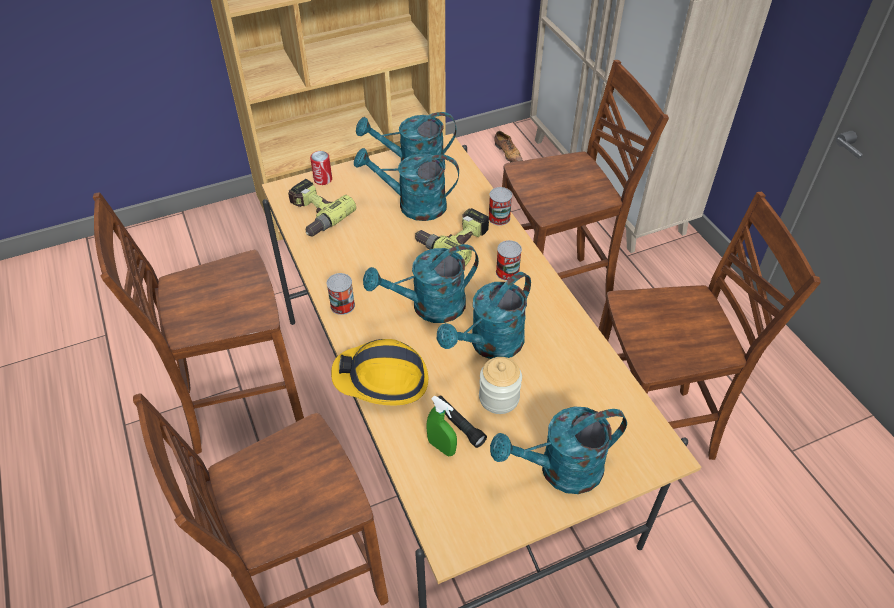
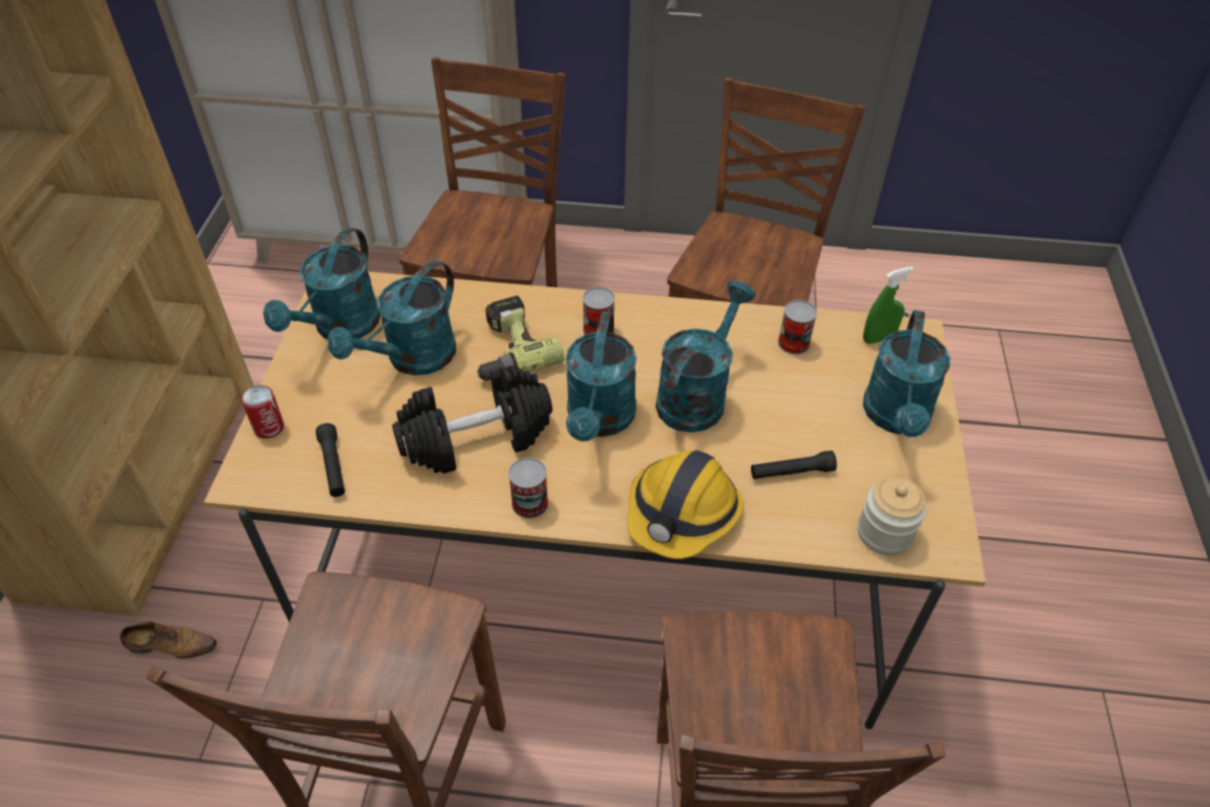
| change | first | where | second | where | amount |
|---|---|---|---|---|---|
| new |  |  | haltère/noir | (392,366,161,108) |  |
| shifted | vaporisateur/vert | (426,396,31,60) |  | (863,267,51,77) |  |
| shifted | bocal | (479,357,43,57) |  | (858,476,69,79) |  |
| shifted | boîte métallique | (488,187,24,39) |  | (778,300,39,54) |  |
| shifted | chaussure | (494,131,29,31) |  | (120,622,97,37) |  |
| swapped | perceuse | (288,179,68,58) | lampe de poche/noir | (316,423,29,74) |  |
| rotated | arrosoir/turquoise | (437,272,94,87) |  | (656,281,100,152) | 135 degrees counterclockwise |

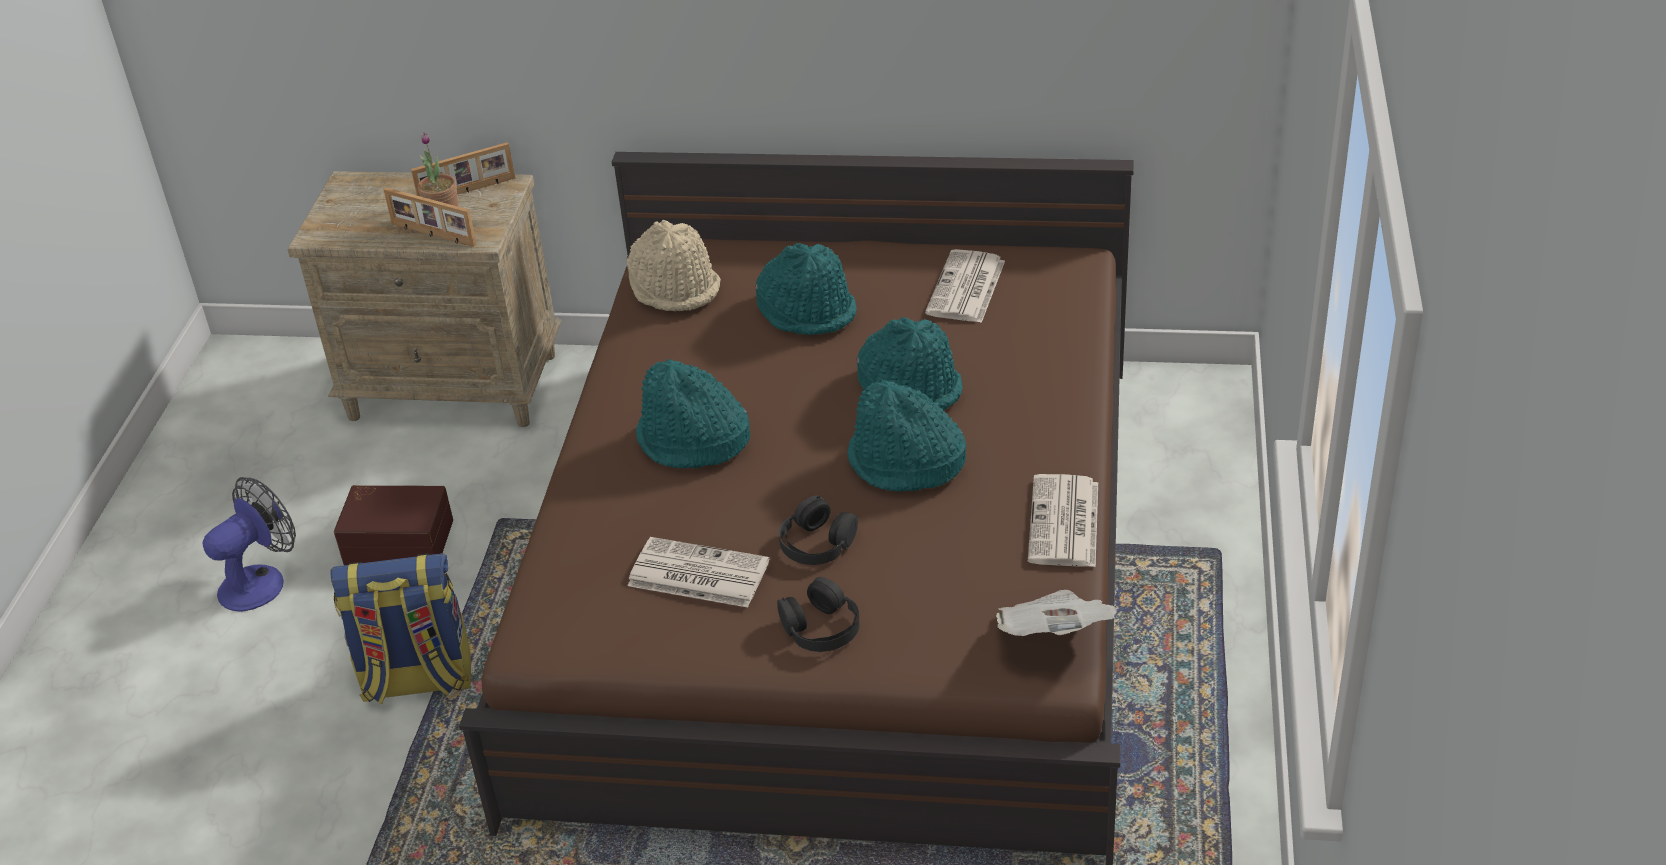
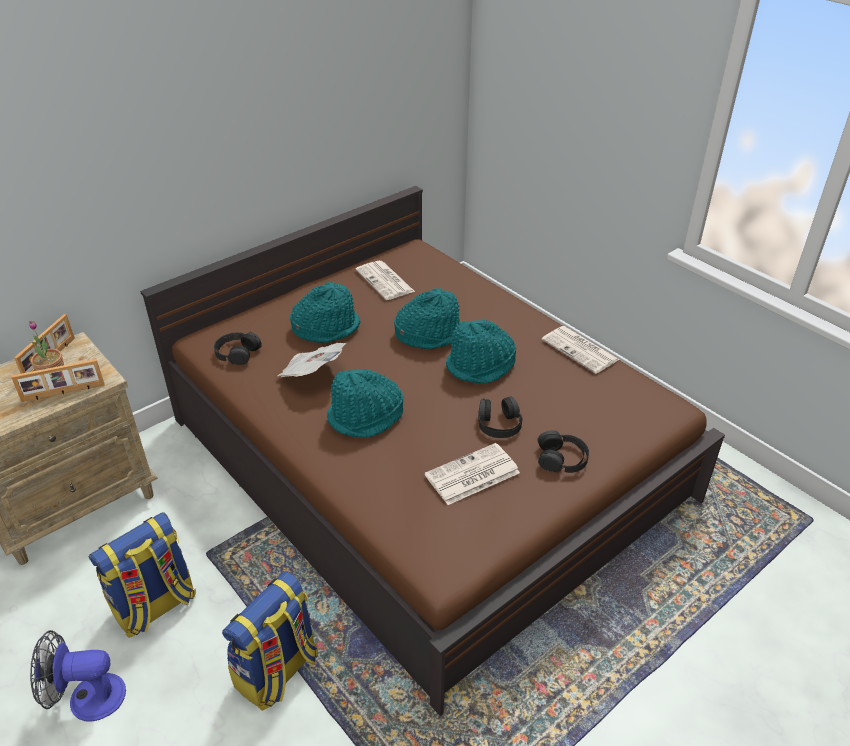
| change | first | where | second | where | amount |
|---|---|---|---|---|---|
| shifted | journal | (996,590,122,46) |  | (278,343,68,34) |  |
| swapped | boîte de rangement/marron | (334,485,119,80) | sac à dos | (88,512,108,126) |  |
| swapped | chapeau/beige | (626,220,95,91) | casque audio/noir | (214,332,48,33) |  |
| rotated | ventilateur | (202,477,94,135) |  | (30,630,96,92) | 90 degrees counterclockwise |

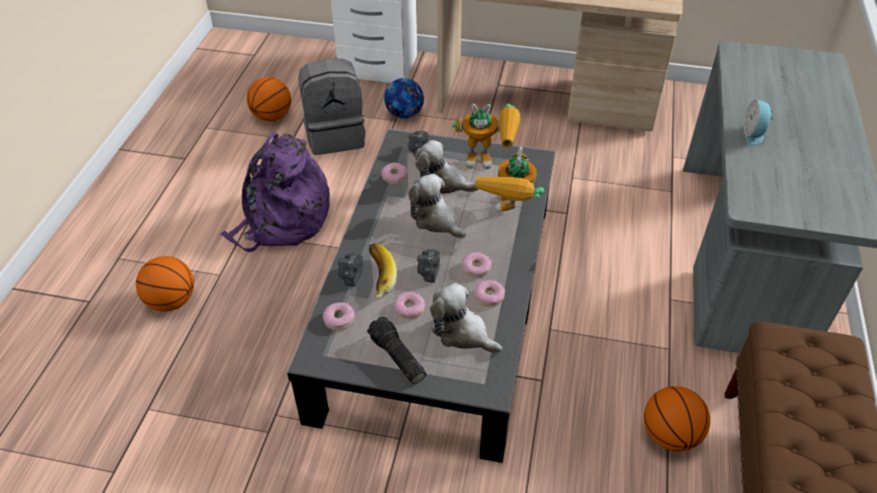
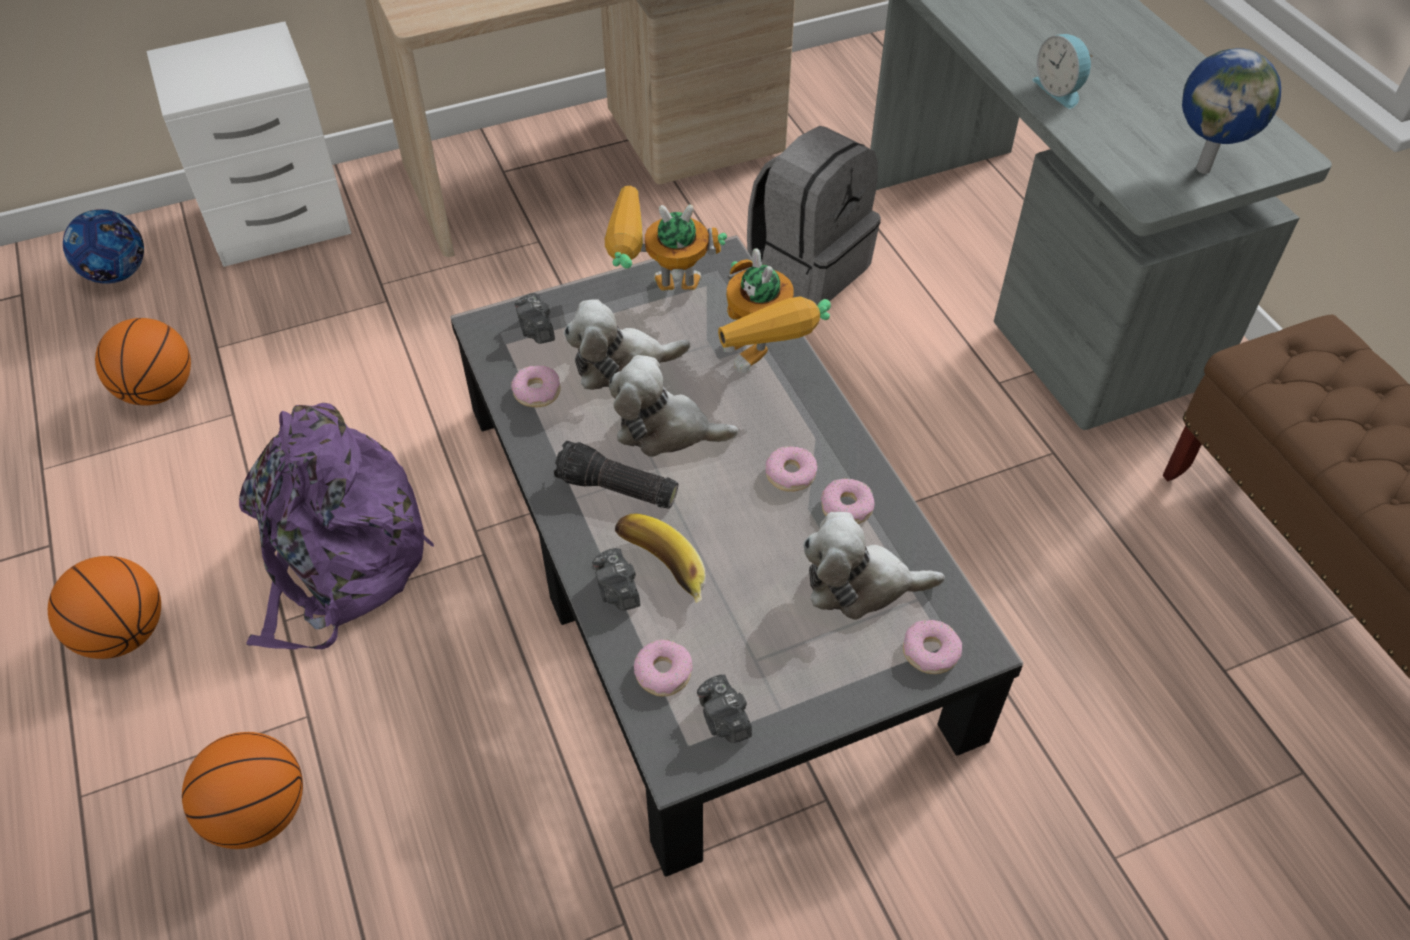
| change | first | where | second | where | amount |
|---|---|---|---|---|---|
| new |  |  | globe | (1182,48,99,126) |  |
| shifted | sac à dos/gris | (298,59,67,96) |  | (747,126,134,179) |  |
| shifted | lampe de poche | (367,317,59,67) |  | (554,441,124,68) |  |
| shifted | ballon de foot | (384,78,40,40) |  | (63,209,81,75) |  |
| shifted | beignet | (394,291,31,28) |  | (903,620,59,54) |  |
| shifted | appareil photo | (417,249,23,34) |  | (697,675,55,68) |  |
| shifted | ballon de basket | (644,386,66,65) |  | (48,556,113,103) |  |
| rotated | robot jouet | (452,104,69,65) |  | (605,186,122,105) | 150 degrees counterclockwise |

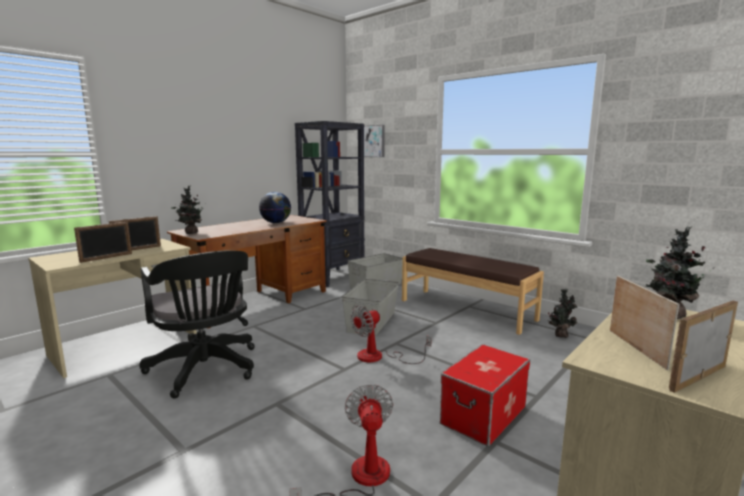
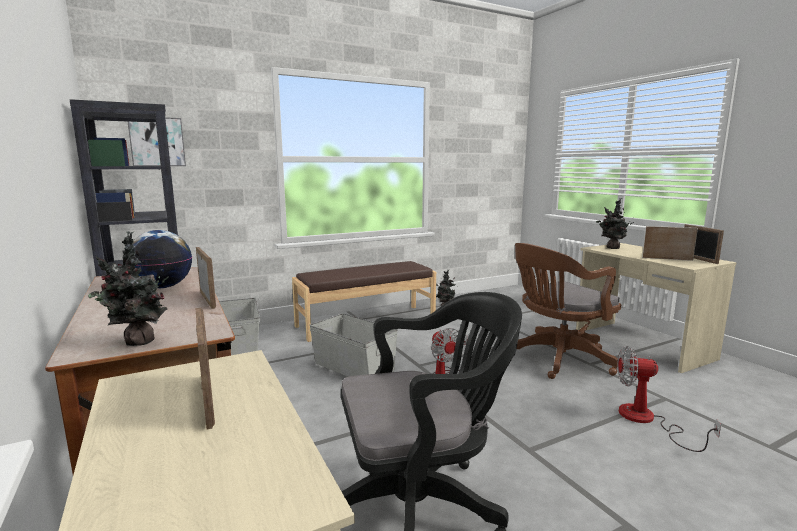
| change | first | where | second | where | amount |
|---|---|---|---|---|---|
| shifted | cadre photo | (74,222,58,41) |  | (196,247,20,62) |  |
| swapped | boîte de rangement | (440,344,90,103) | chaise de bureau/marron | (515,243,106,136) |  |

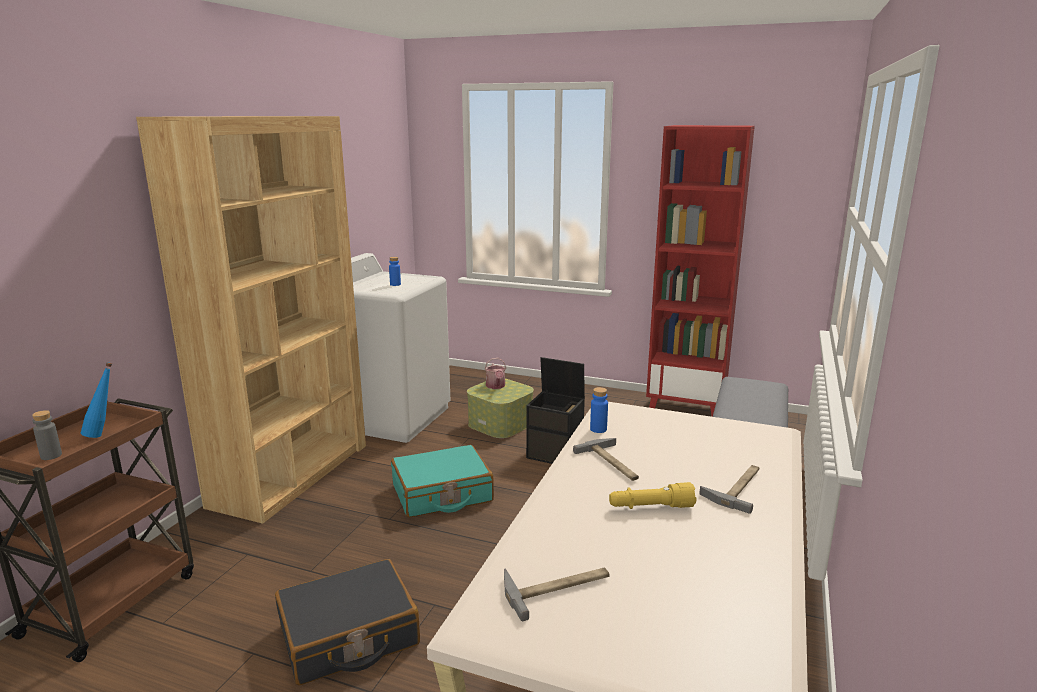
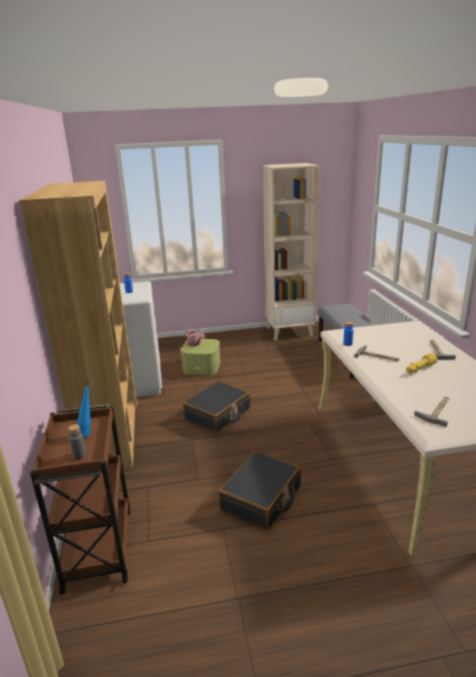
| change | first | where | second | where | amount |
|---|---|---|---|---|---|
| gone | boîte de rangement/noir | (526,357,59,107) |  |  |  |
| repainted | valise/turquoise | (391,445,103,73) | valise/noir | (183,381,67,51) |  |
| repainted | bibliothèque/rouge | (646,125,109,292) | bibliothèque/beige | (263,163,57,177) |  |

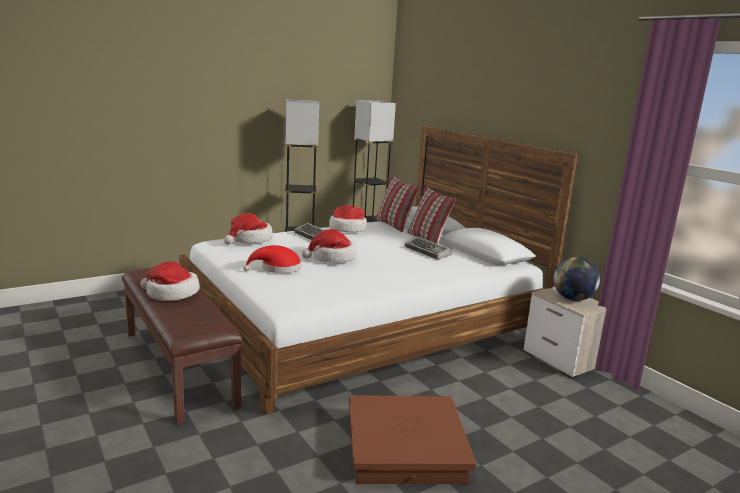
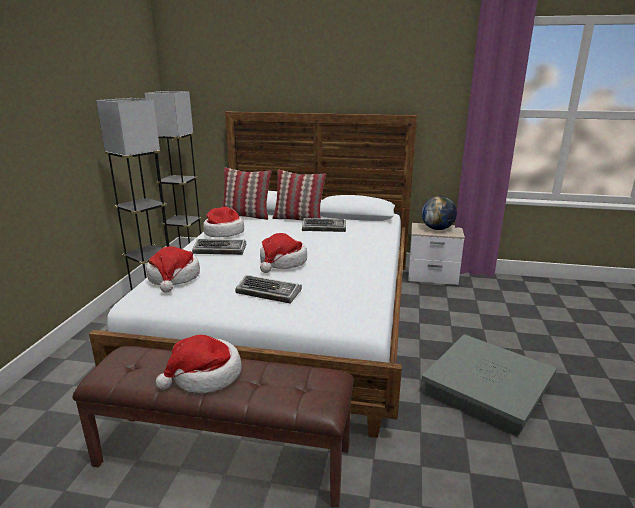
| change | first | where | second | where | amount |
|---|---|---|---|---|---|
| swapped | chapeau/rouge | (243,245,58,28) | clavier | (235,275,67,28) |  |
| repainted | boîte de rangement/marron | (349,395,127,89) | boîte de rangement/gris | (422,334,135,103) |  |

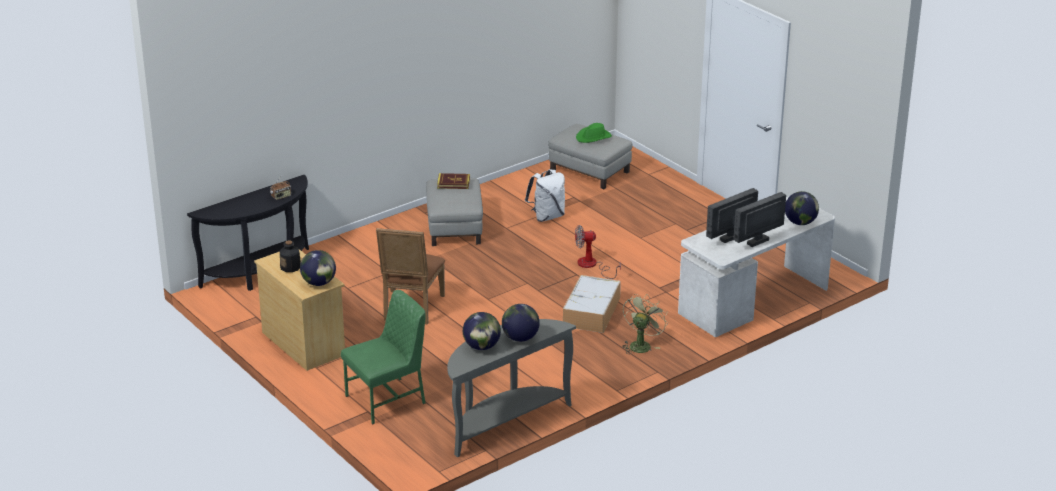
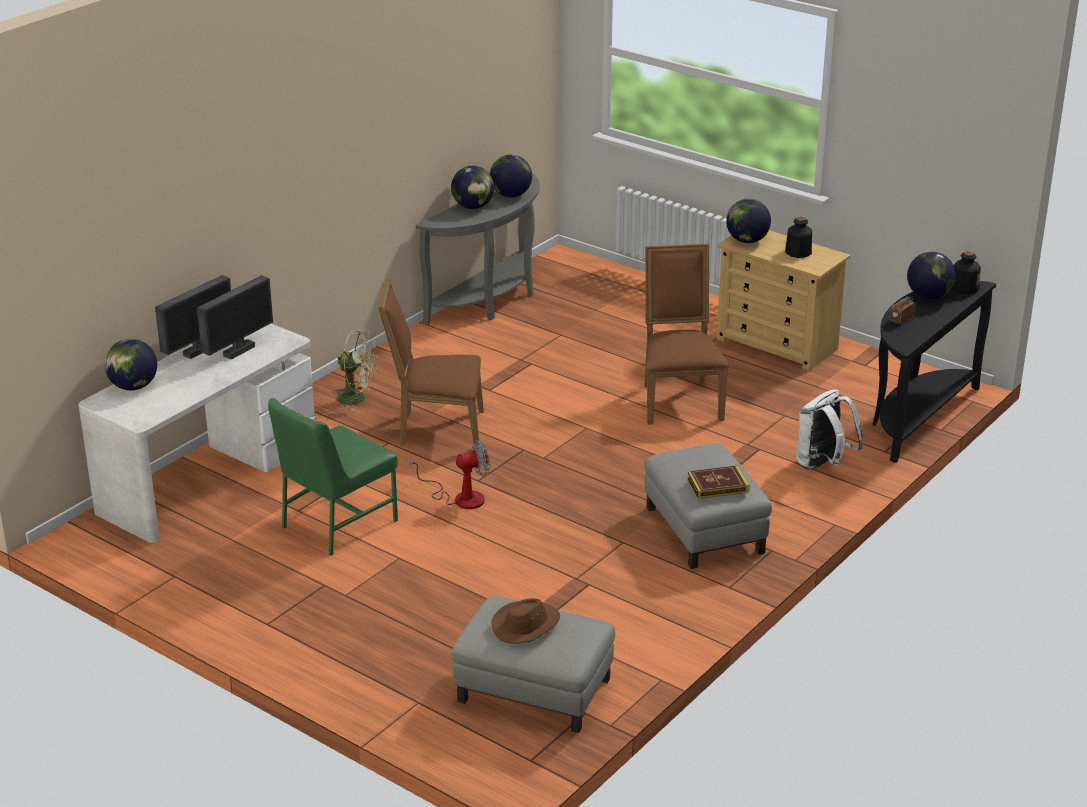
| change | first | where | second | where | amount |
|---|---|---|---|---|---|
| new |  |  | globe | (907,252,49,47) |  |
| new |  |  | bouteille | (951,251,30,43) |  |
| shifted | chaise/vert | (341,290,85,134) |  | (268,398,130,158) |  |
| shifted | sac à dos/blanc | (525,169,40,53) |  | (796,389,68,81) |  |
| swapped | boîte de rangement | (563,275,58,58) | chaise/marron | (378,277,106,174) |  |
| repainted | chapeau/vert | (576,123,36,20) | chapeau/marron | (491,598,69,46) |  |
| rotated | ventilateur/vert | (623,294,45,60) |  | (332,330,47,81) | 90 degrees counterclockwise |

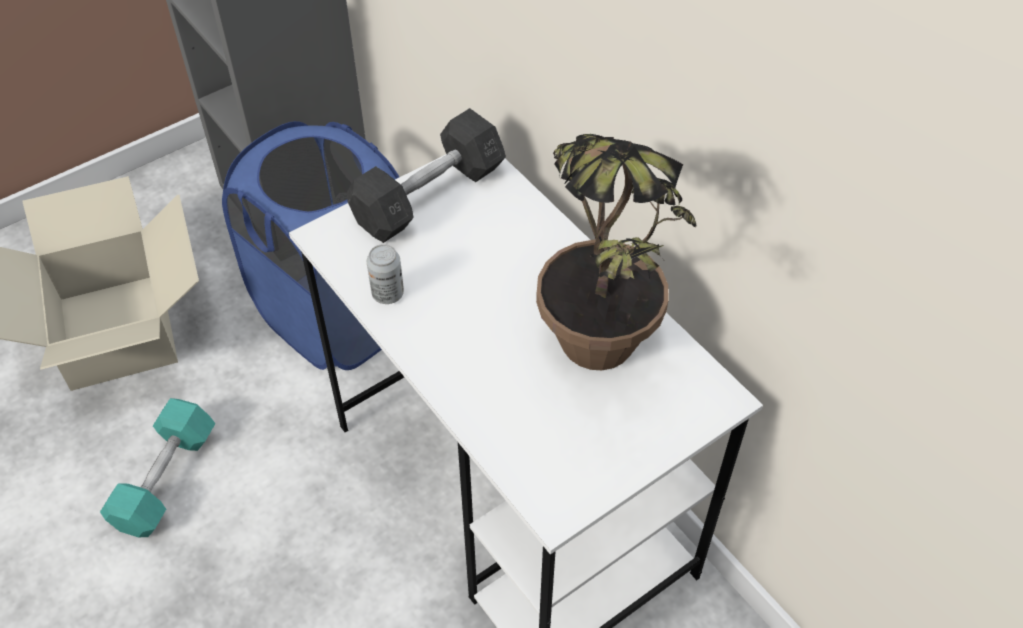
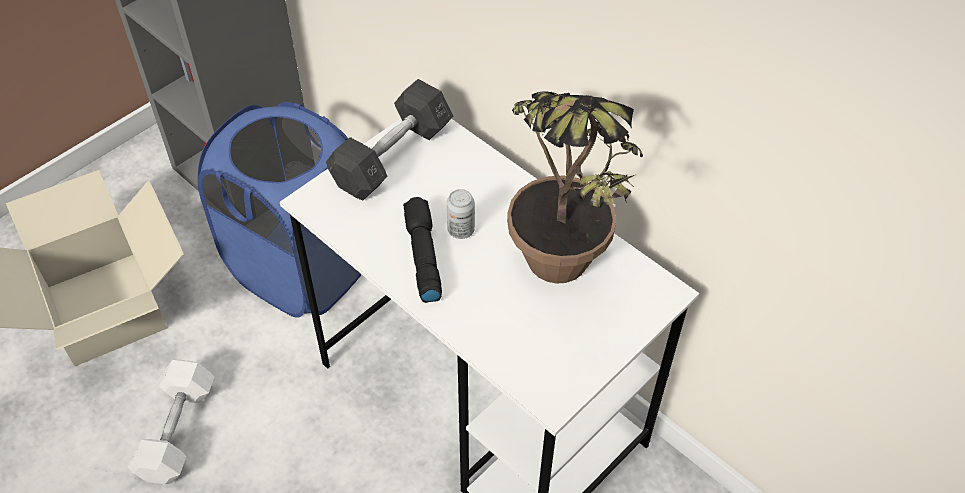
| change | first | where | second | where | amount |
|---|---|---|---|---|---|
| new |  |  | lampe de poche/noir | (403,197,39,106) |  |
| shifted | boîte métallique | (367,244,37,60) |  | (447,189,28,50) |  |
| repainted | haltère/turquoise | (100,398,116,139) | haltère/blanc | (128,360,87,124) |  |

